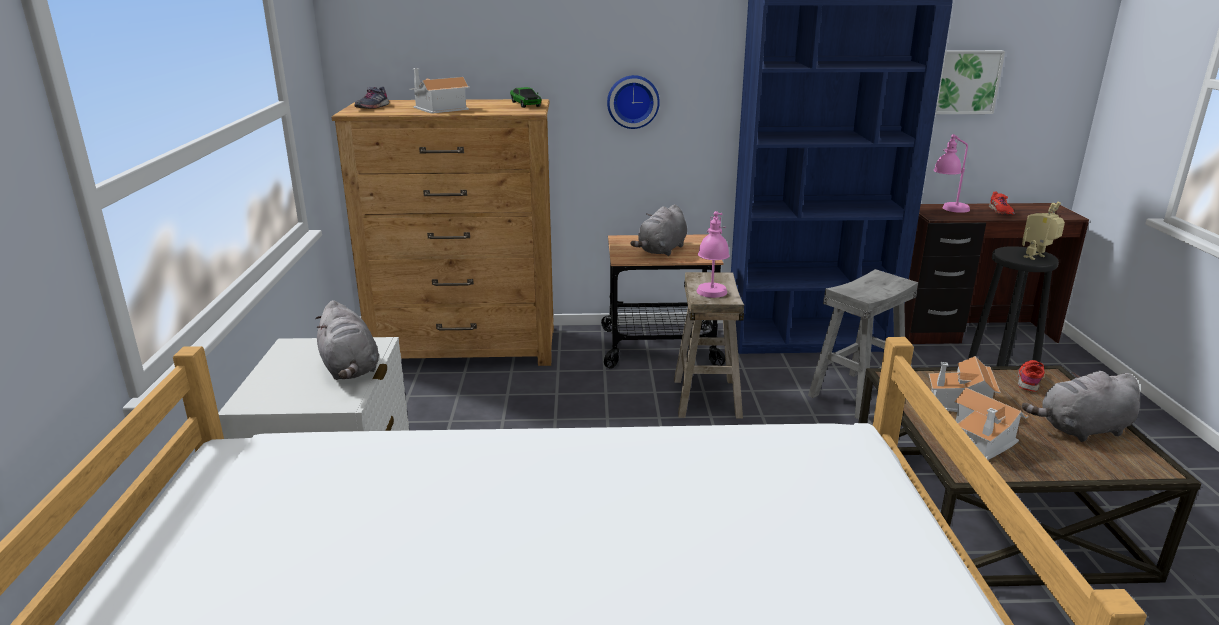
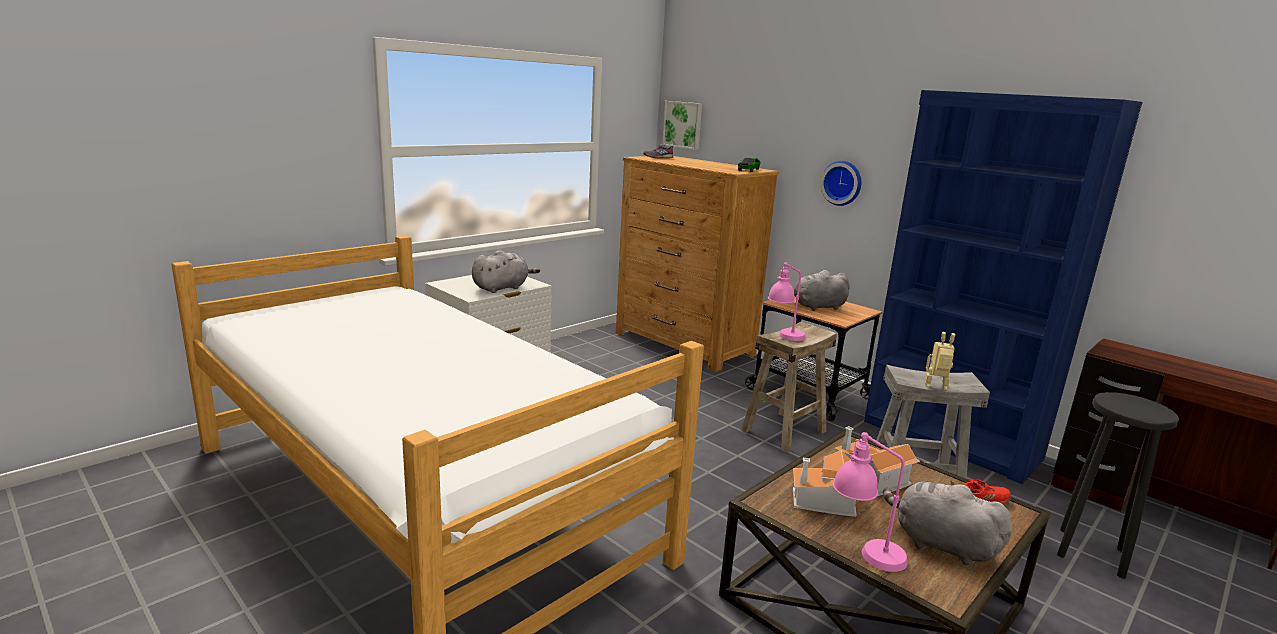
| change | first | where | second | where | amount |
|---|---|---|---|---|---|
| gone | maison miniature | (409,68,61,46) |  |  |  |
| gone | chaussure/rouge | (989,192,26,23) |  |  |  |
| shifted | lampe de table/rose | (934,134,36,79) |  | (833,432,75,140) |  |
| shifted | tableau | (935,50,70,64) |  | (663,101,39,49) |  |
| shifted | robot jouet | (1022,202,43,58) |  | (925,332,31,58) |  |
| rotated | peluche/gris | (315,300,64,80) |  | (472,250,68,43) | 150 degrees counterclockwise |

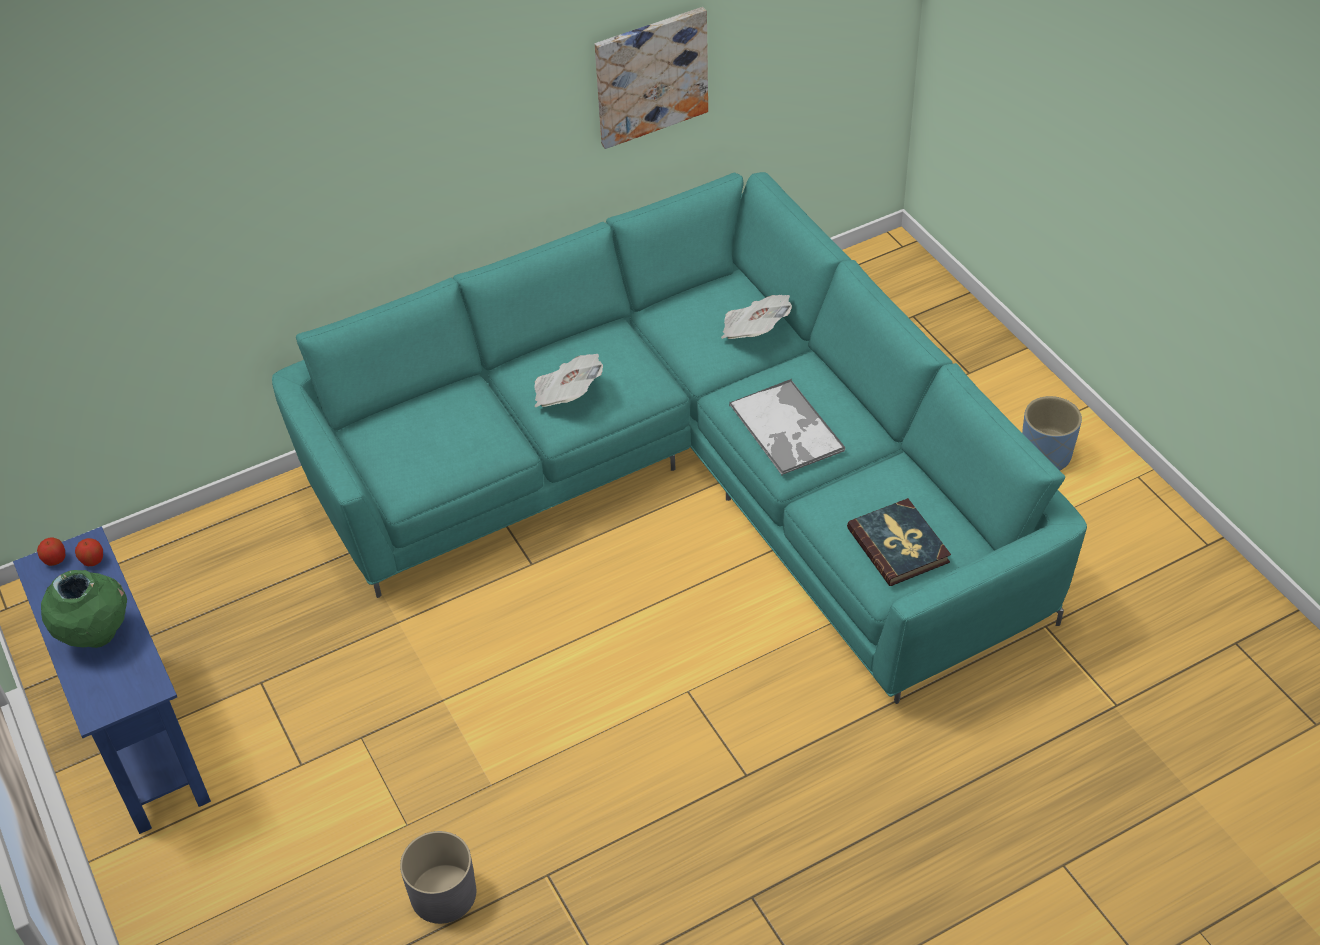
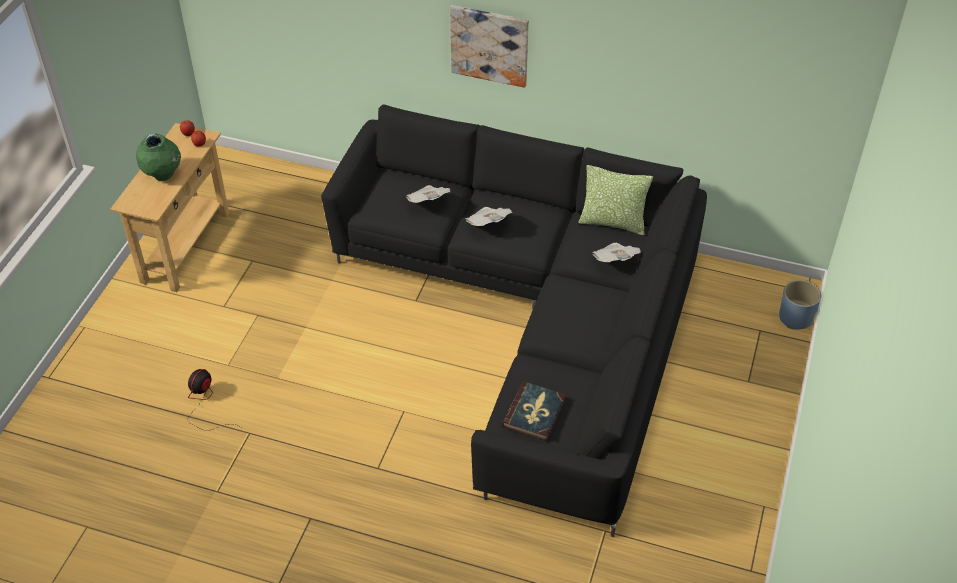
| change | first | where | second | where | amount |
|---|---|---|---|---|---|
| gone | plateau | (729,379,116,96) |  |  |  |
| new |  |  | journal | (406,185,44,18) |  |
| new |  |  | coussin | (578,165,75,70) |  |
| shifted | tableau | (595,7,113,142) |  | (450,5,79,83) |  |
| shifted | cache-pot/bleu | (1022,396,60,75) |  | (779,279,42,50) |  |
| swapped | cache-pot/gris | (400,831,76,93) | ventilateur | (188,369,55,61) |  |
| repainted | table console/bleu | (13,527,198,307) | table console/beige | (110,123,119,169) |  |
| repainted | canapé/turquoise | (272,172,815,532) | canapé/noir | (321,104,386,433) |  |

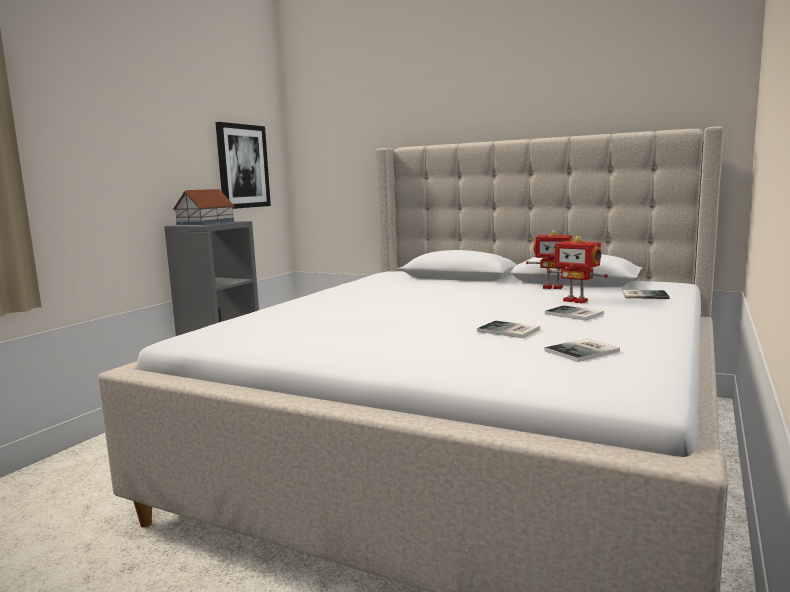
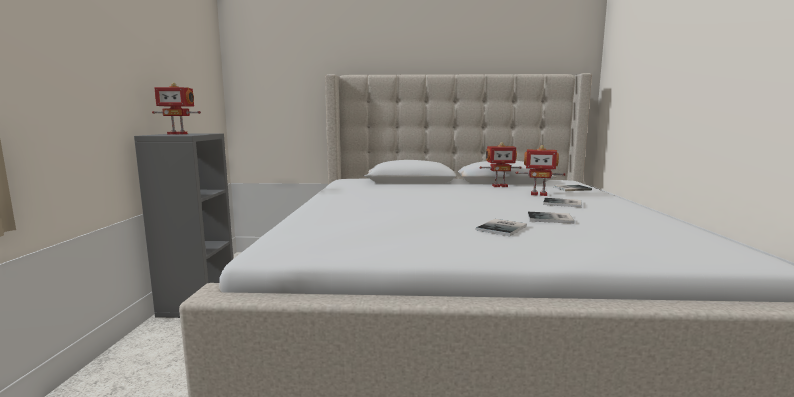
| change | first | where | second | where | amount |
|---|---|---|---|---|---|
| gone | tableau | (215,122,56,87) |  |  |  |
| shifted | livre | (544,339,76,23) |  | (476,219,51,17) |  |
| swapped | maison miniature | (173,189,62,36) | robot jouet | (152,82,49,52) |  |

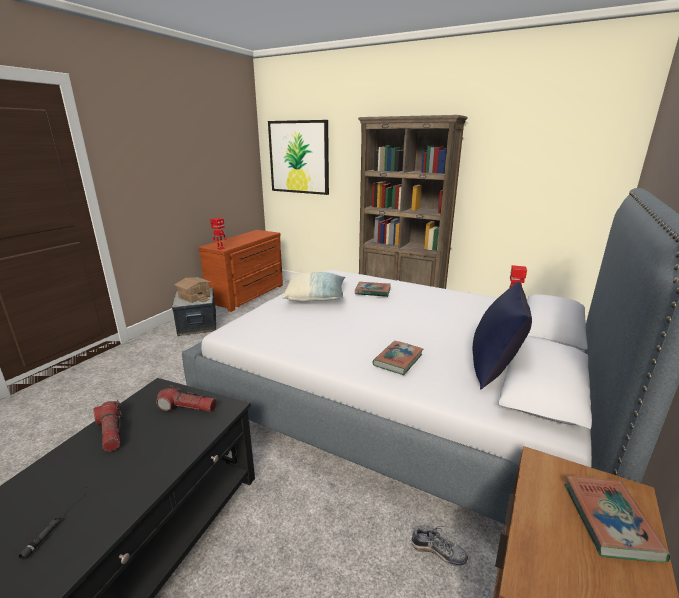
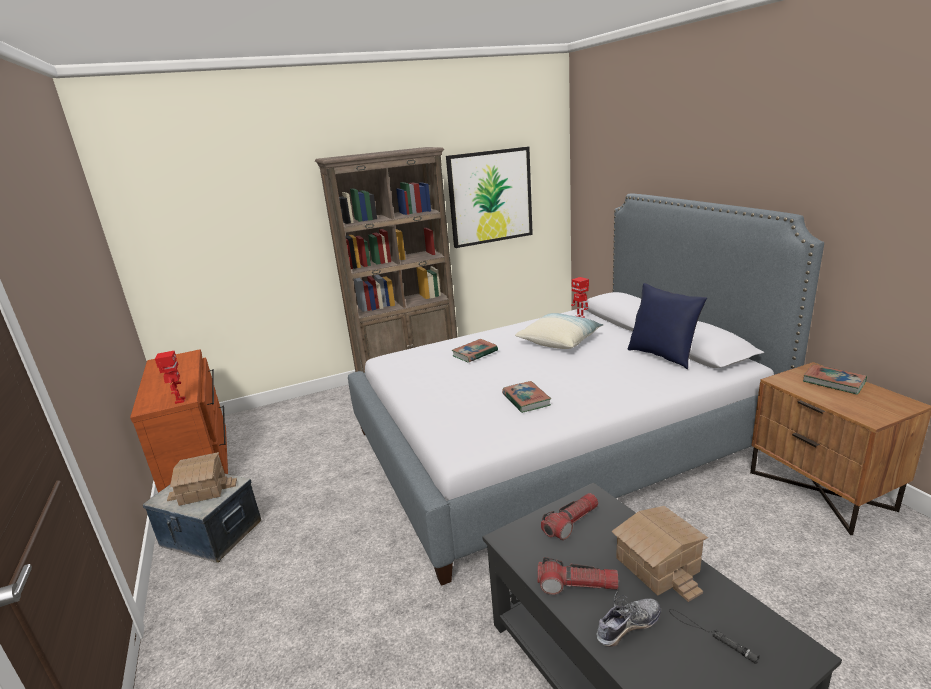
| change | first | where | second | where | amount |
|---|---|---|---|---|---|
| new |  |  | maison miniature | (612,506,96,96) |  |
| shifted | tableau | (268,120,61,75) |  | (446,147,87,101) |  |
| shifted | coussin | (282,272,64,30) |  | (515,313,89,36) |  |
| shifted | livre | (372,341,51,34) |  | (502,381,49,32) |  |
| shifted | chaussure | (411,526,57,40) |  | (597,591,64,56) |  |

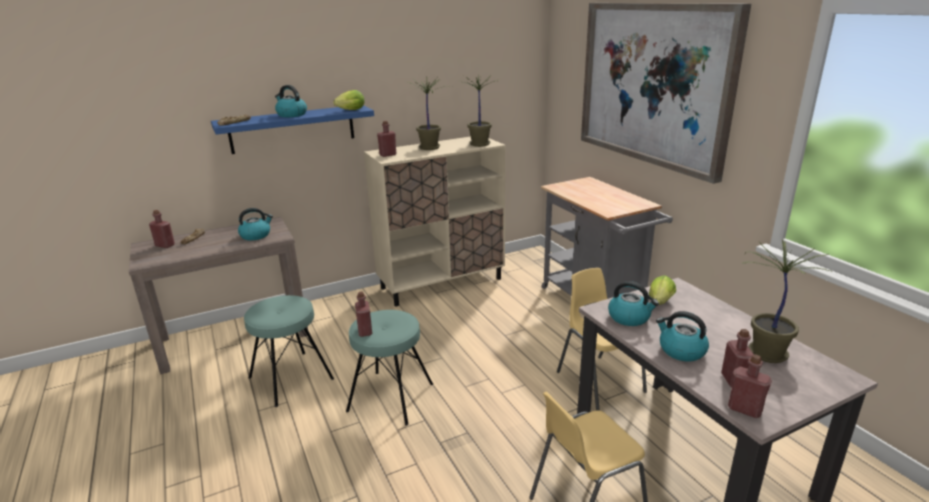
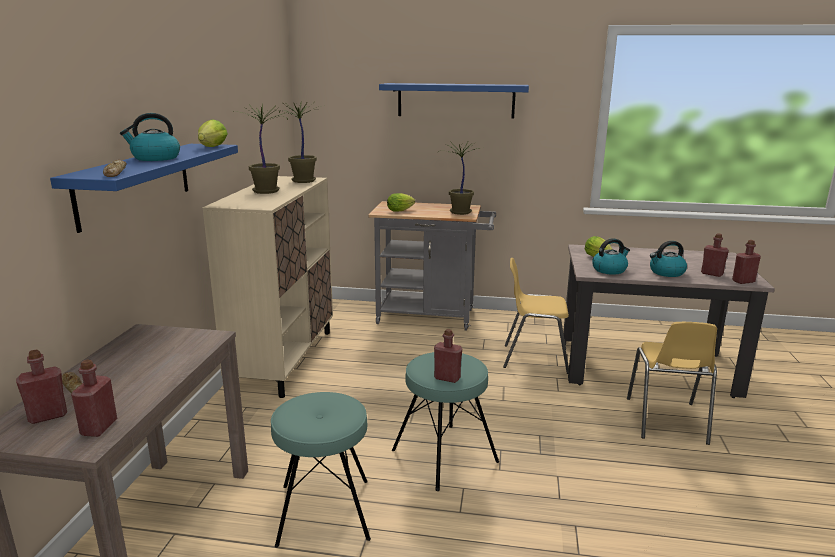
| change | first | where | second | where | amount |
|---|---|---|---|---|---|
| gone | bouilloire | (238,208,35,33) |  |  |  |
| new |  |  | laitue | (387,193,28,19) |  |
| shifted | bouteille/rouge | (377,121,19,36) |  | (71,360,46,77) |  |
| shifted | plante en pot | (741,239,92,124) |  | (438,140,42,75) |  |
| swapped | tableau | (581,3,170,181) | étagère/bleu | (379,83,150,36) |  |

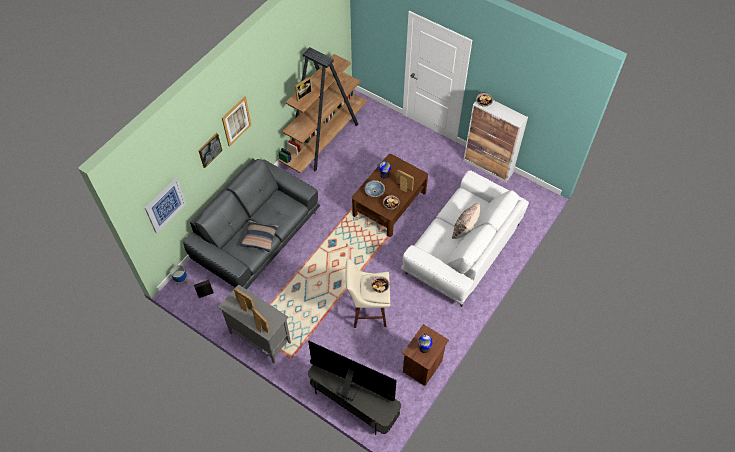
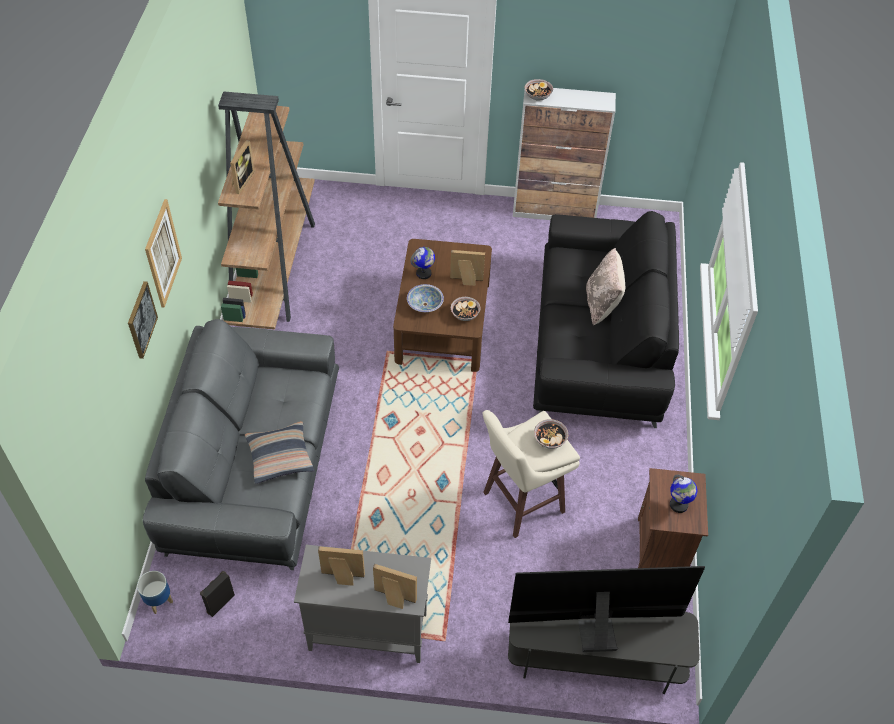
| change | first | where | second | where | amount |
|---|---|---|---|---|---|
| gone | tableau | (145,178,41,55) |  |  |  |
| repainted | canapé/blanc | (401,170,128,137) | canapé/noir | (533,211,146,217) |  |

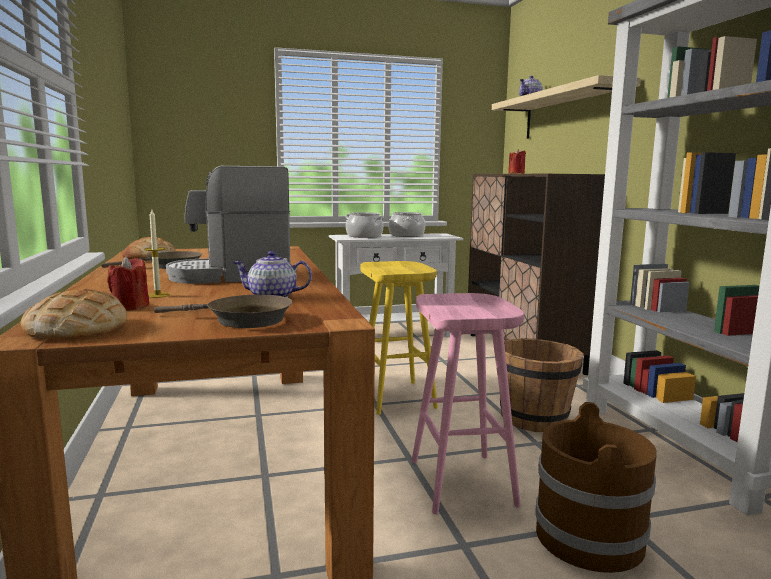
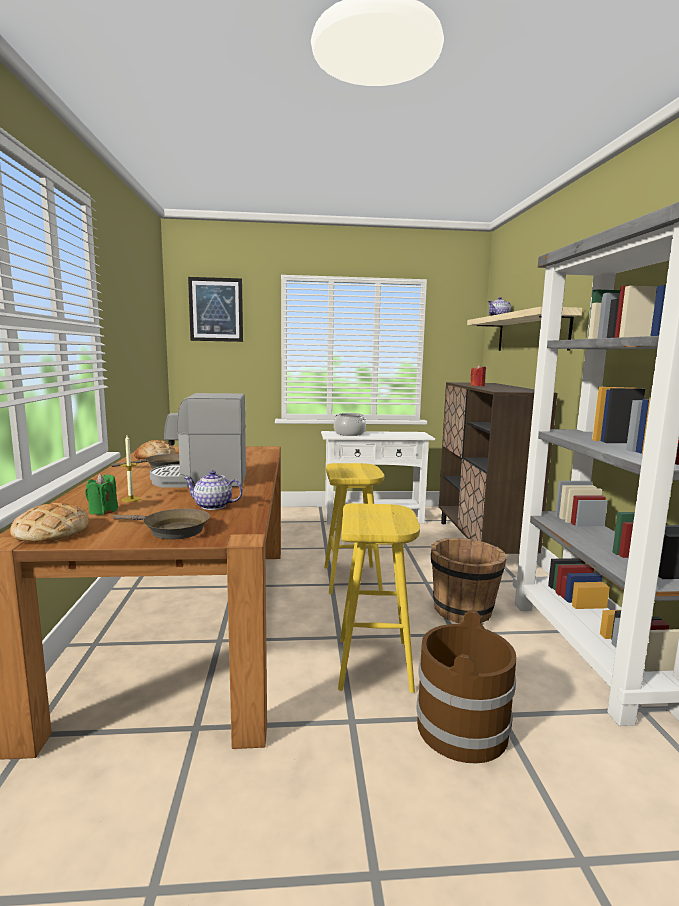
| change | first | where | second | where | amount |
|---|---|---|---|---|---|
| gone | marmite | (389,212,36,25) |  |  |  |
| new |  |  | tableau | (188,277,55,65) |  |
| repainted | bougie/rouge | (107,256,42,54) | bougie/vert | (85,474,33,41) |  |
| repainted | tabouret/rose | (411,293,113,221) | tabouret/jaune | (338,503,82,190) |  |

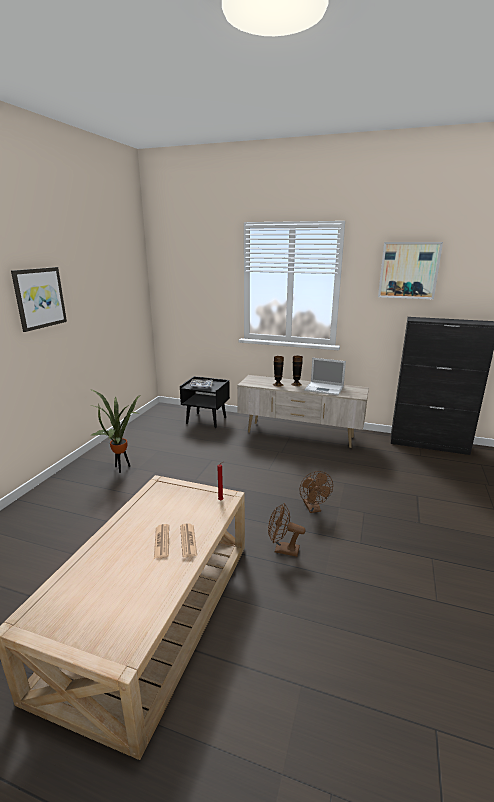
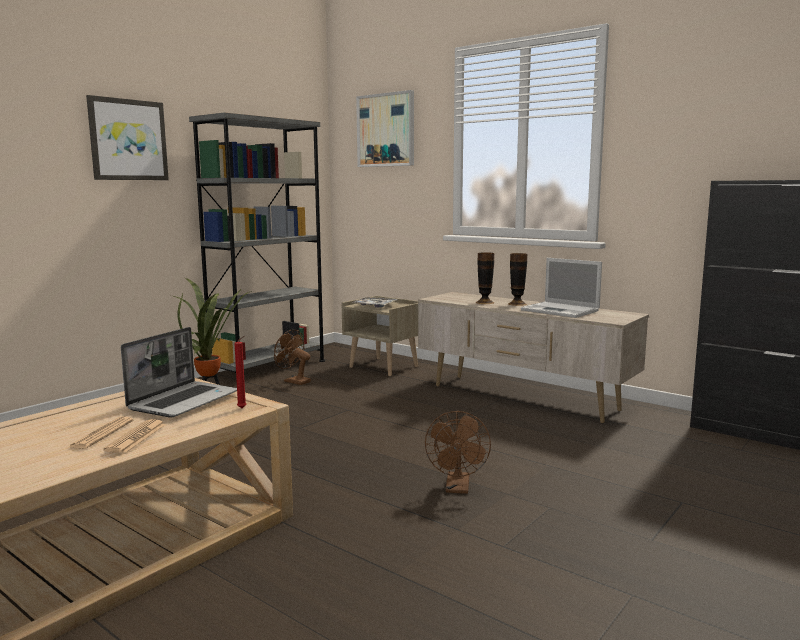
| change | first | where | second | where | amount |
|---|---|---|---|---|---|
| new |  |  | ordinateur portable | (121,327,116,91) |  |
| new |  |  | bibliothèque/gris | (189,112,136,261) |  |
| shifted | ventilateur/marron | (268,503,38,54) |  | (274,329,37,56) |  |
| shifted | tableau | (378,242,65,57) |  | (356,90,58,77) |  |
| repainted | table de chevet/noir | (180,376,50,52) | table de chevet/beige | (342,296,77,80) |  |

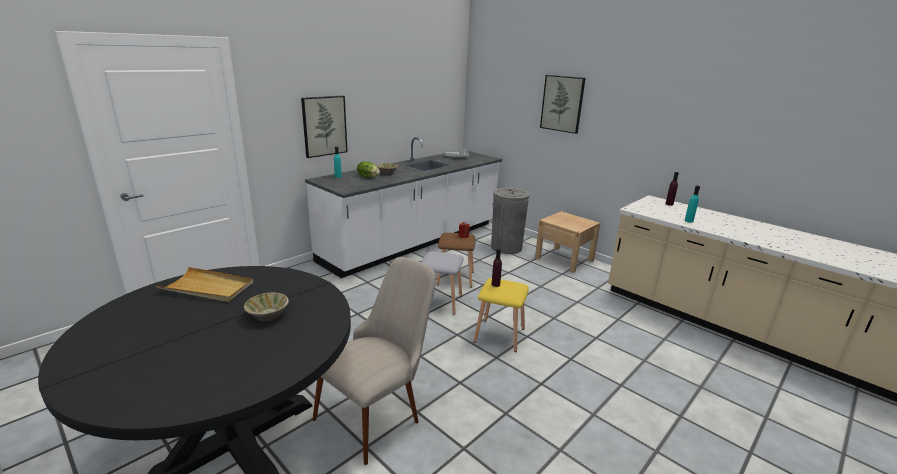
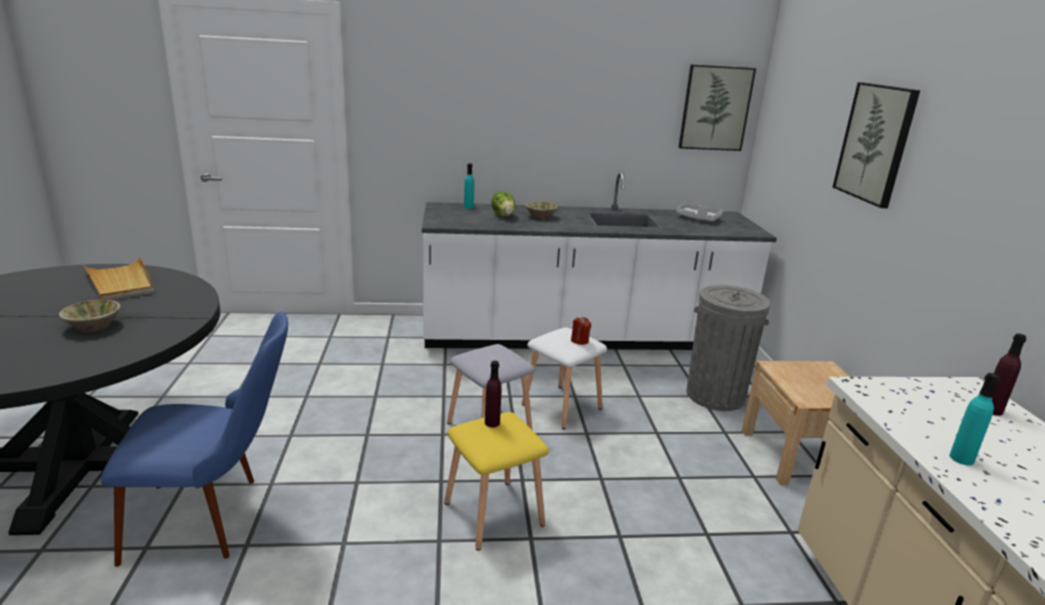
| change | first | where | second | where | amount |
|---|---|---|---|---|---|
| shifted | tableau | (301,96,47,62) |  | (679,65,77,86) |  |
| repainted | chaise/beige | (313,257,123,208) | chaise/bleu | (101,312,187,255) |  |
| repainted | tabouret/marron | (437,233,38,55) | tabouret/blanc | (522,327,85,102) |  |

